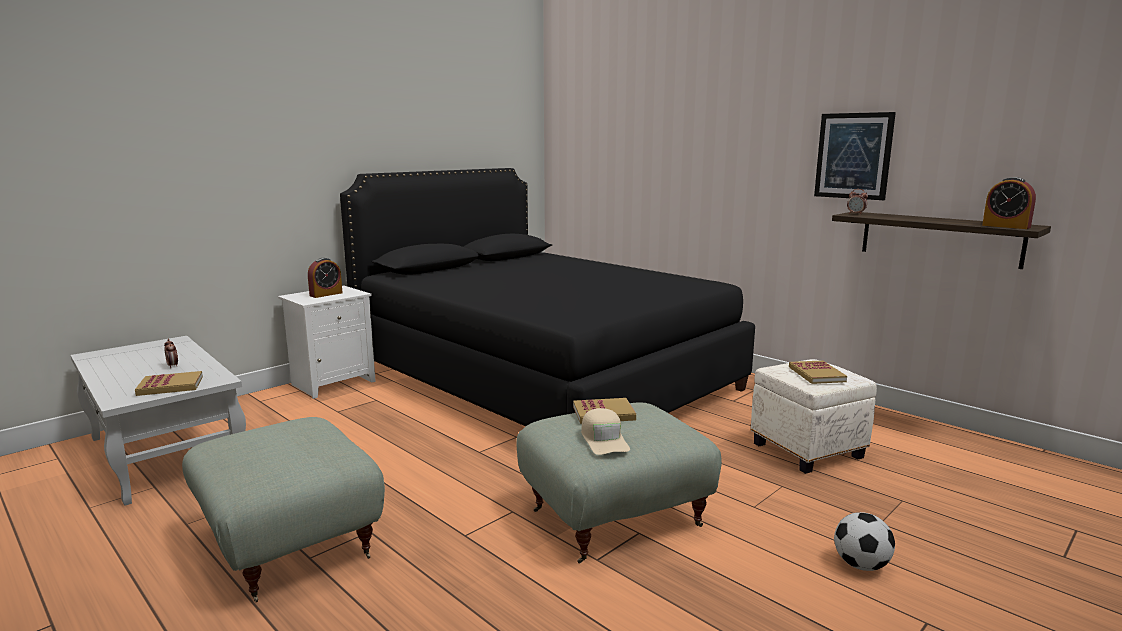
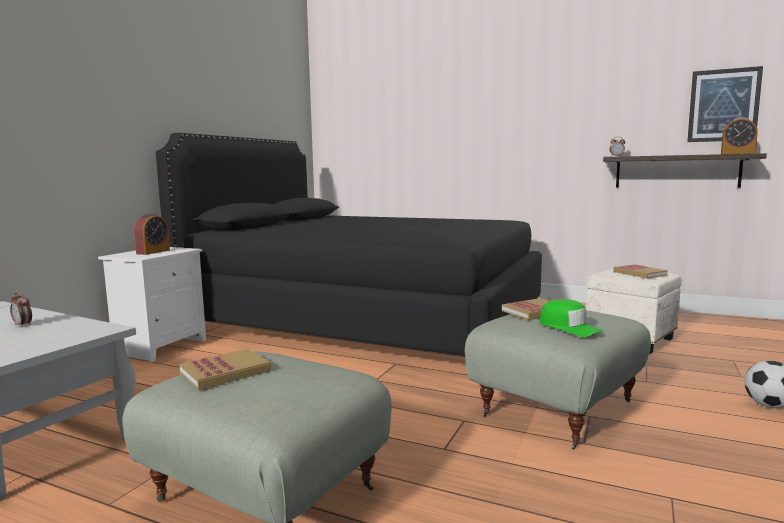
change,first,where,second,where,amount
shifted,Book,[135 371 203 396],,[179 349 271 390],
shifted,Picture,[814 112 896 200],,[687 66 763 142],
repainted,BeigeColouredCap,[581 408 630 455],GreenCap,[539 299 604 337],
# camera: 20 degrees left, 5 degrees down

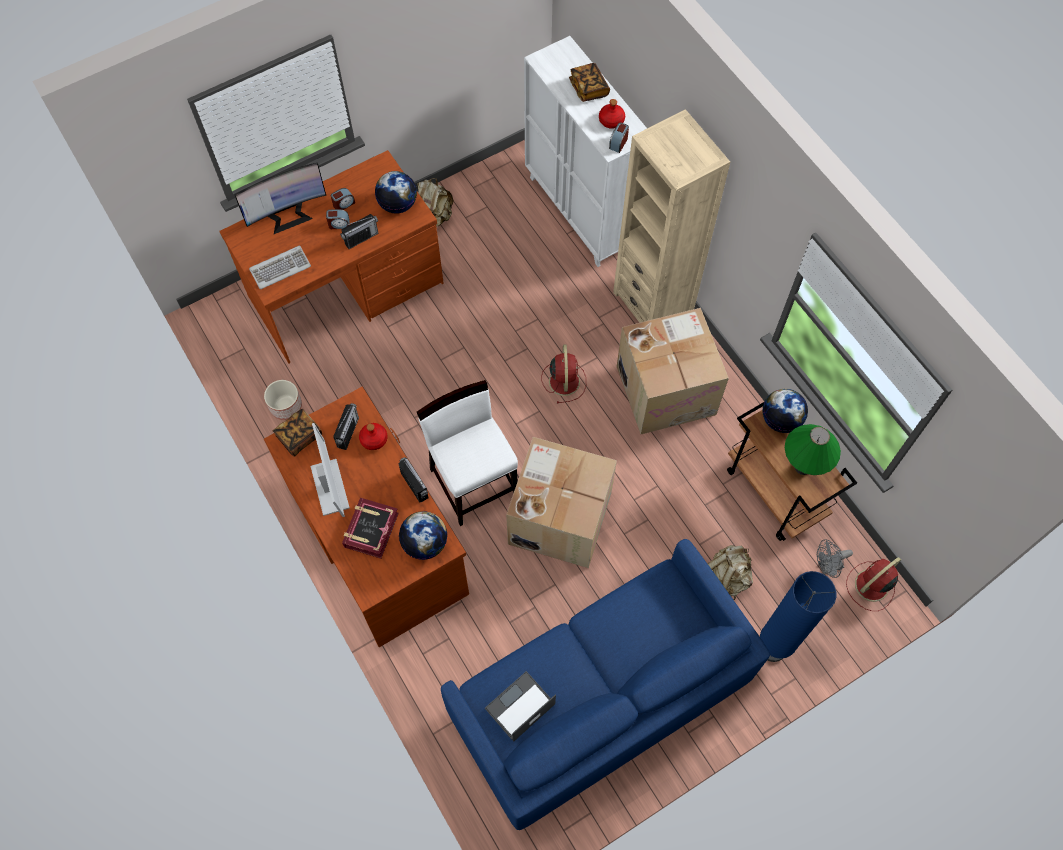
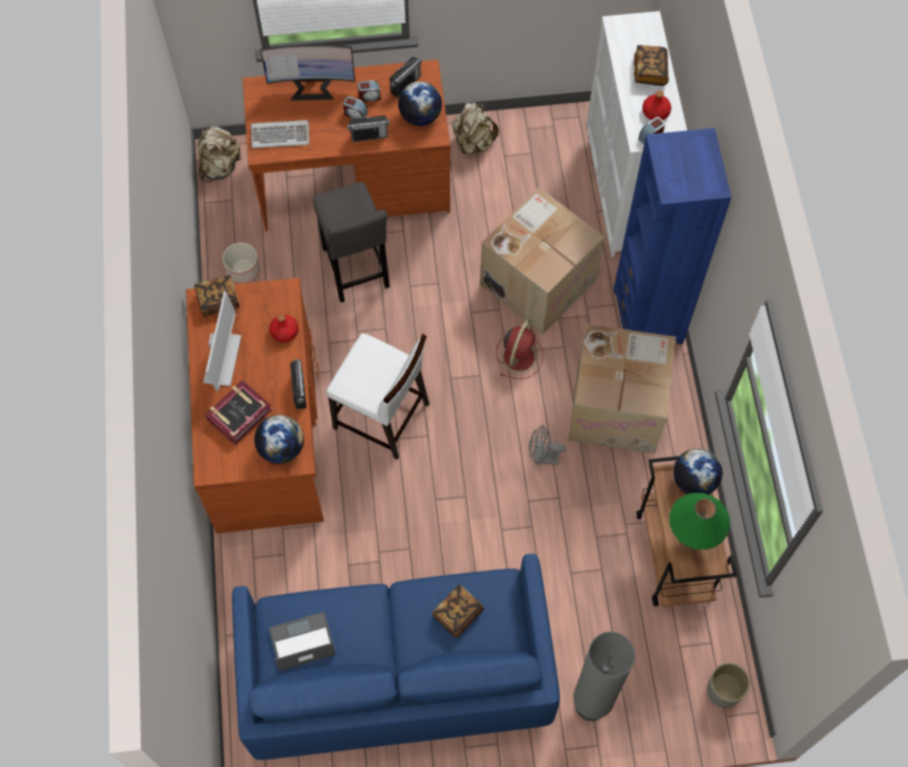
change,first,where,second,where,amount
new,,,GreyishStoolSeat,[313 182 390 303],
new,,,Book,[432 584 484 638],
shifted,Radio,[333 403 359 450],,[390 57 422 98],
shifted,PackingBox,[506 437 617 568],,[480 187 605 334],
shifted,BeigeColouredKnapsack,[708 545 753 600],,[197 126 241 183],
shifted,GreyishFan,[817 539 853 578],,[529 425 566 465],
swapped,RedColouredFan,[846 557 901 611],GreyishFlowerPot,[707 663 750 708],
repainted,BeigeColouredBookcase,[613 109 730 323],BlueBookcase,[614 128 731 344],
repainted,BlueStandingLamp,[760 571 836 662],GreyishStandingLamp,[573 632 635 721],
rotated,WhiteUprightChair,[417 380 518 526],,[326 333 429 460],120 degrees clockwise
# camera: 25 degrees right, 0 degrees up

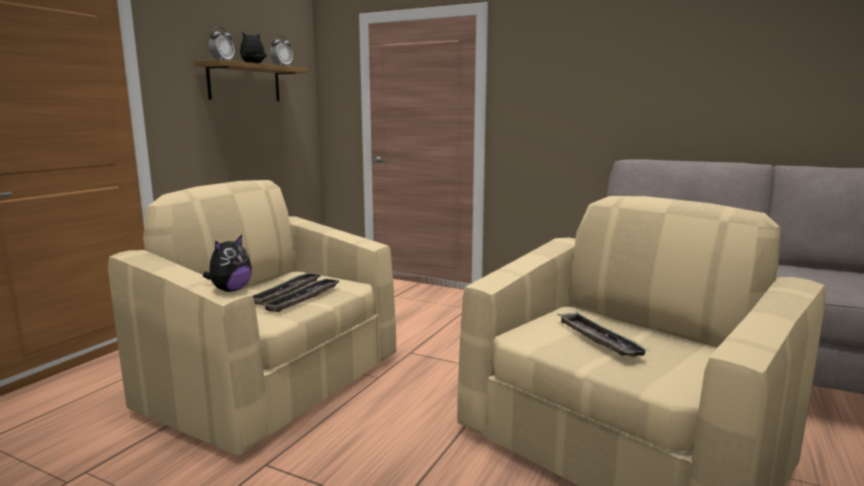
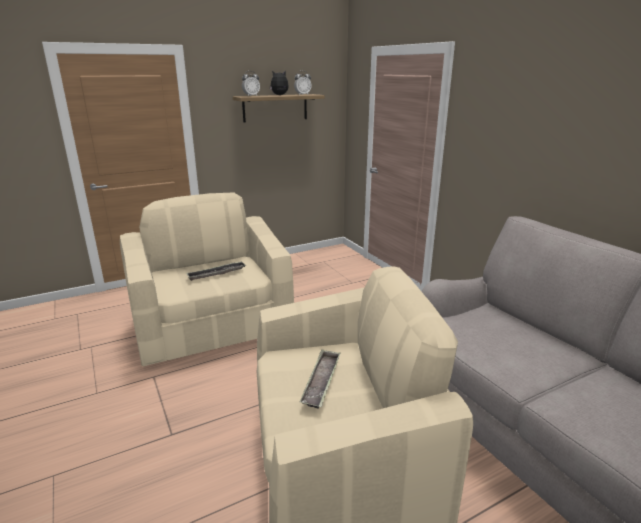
change,first,where,second,where,amount
gone,PlushToy,[203 235 252 292],,,
gone,CarryingTray,[263 278 340 312],,,
# camera: 35 degrees right, 10 degrees up

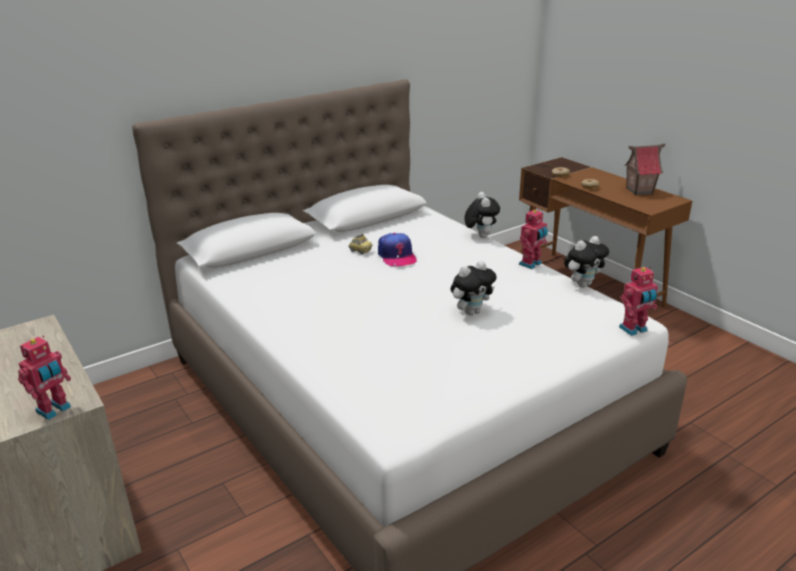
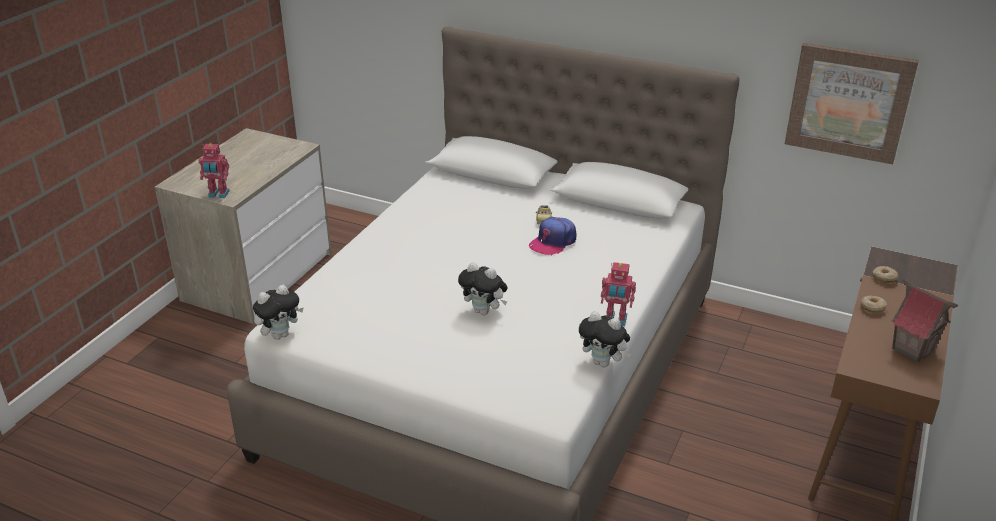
change,first,where,second,where,amount
gone,ModelRobot,[619 267 658 336],,,
new,,,Picture,[785 43 919 164],
shifted,PlushToy,[464 192 500 238],,[253 285 304 340],
# camera: 60 degrees right, 5 degrees up

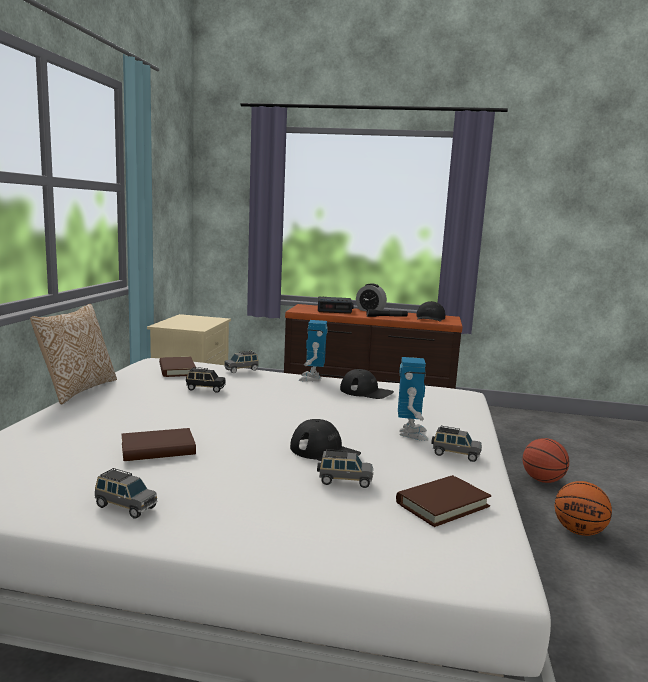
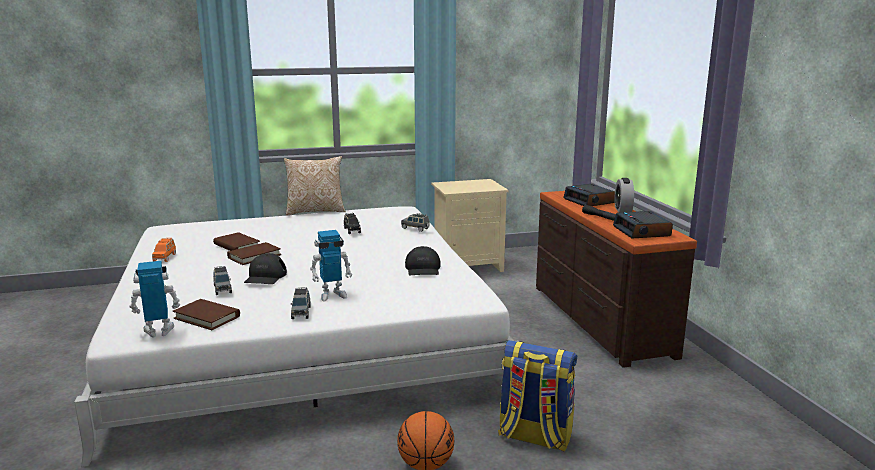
change,first,where,second,where,amount
shifted,BrownColouredBook,[159 357 196 377],,[227 242 281 265],
shifted,ModelRobot,[299 320 328 382],,[129 261 180 338],
swapped,BlackCap,[416 301 445 322],BedsideClock,[613 211 673 238],
swapped,Basketball,[523 438 569 483],Knapsack,[498 340 577 452],
repainted,GreyishModelCar,[95 468 158 519],OrangeyModelCar,[152 238 176 262],
# camera: 65 degrees right, 5 degrees up

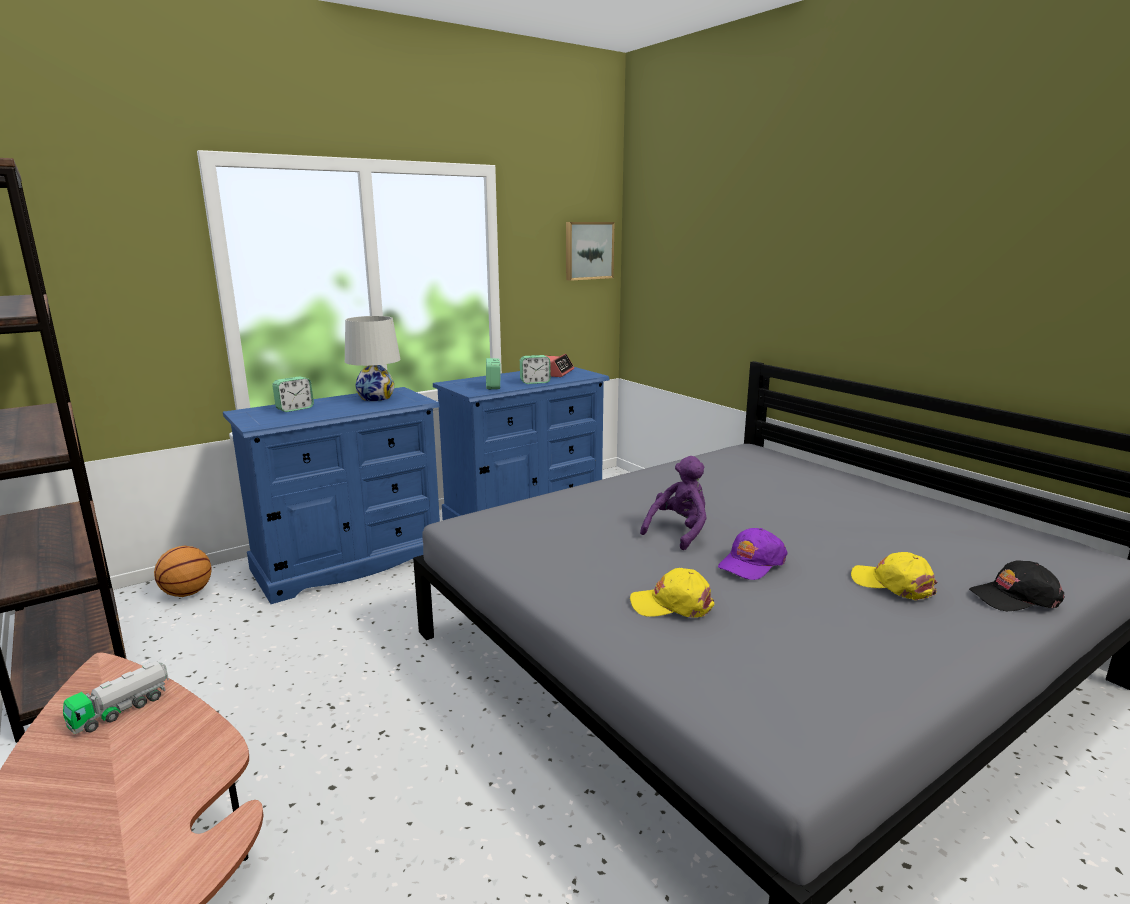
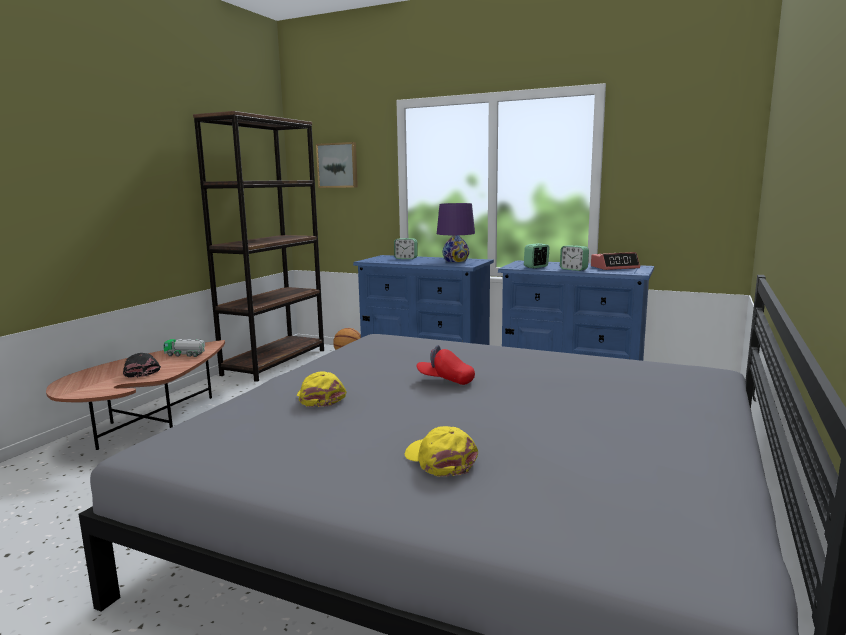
change,first,where,second,where,amount
gone,PurpleColouredCap,[718 528 787 580],,,
shifted,Picture,[566 222 615 281],,[316 142 358 188],
shifted,BlackCap,[969 560 1064 612],,[123 353 161 378],
swapped,PurpleColouredPlushToy,[640 456 707 550],RedColouredCap,[417 345 475 385],
repainted,WhiteTableLamp,[345 316 400 401],PurpleColouredTableLamp,[437 203 475 262],
rotated,YellowCap,[851 552 938 600],,[405 426 478 477],45 degrees counterclockwise
# camera: 60 degrees right, 5 degrees down

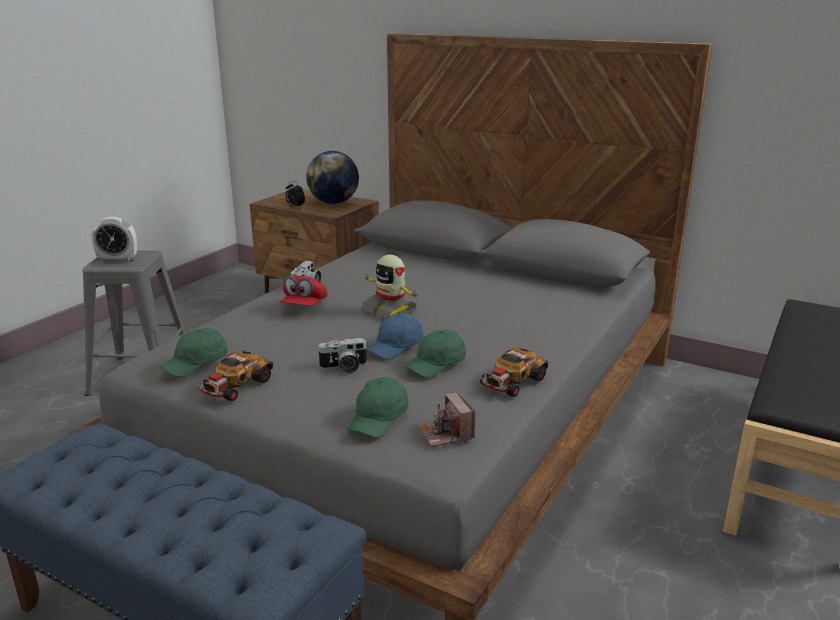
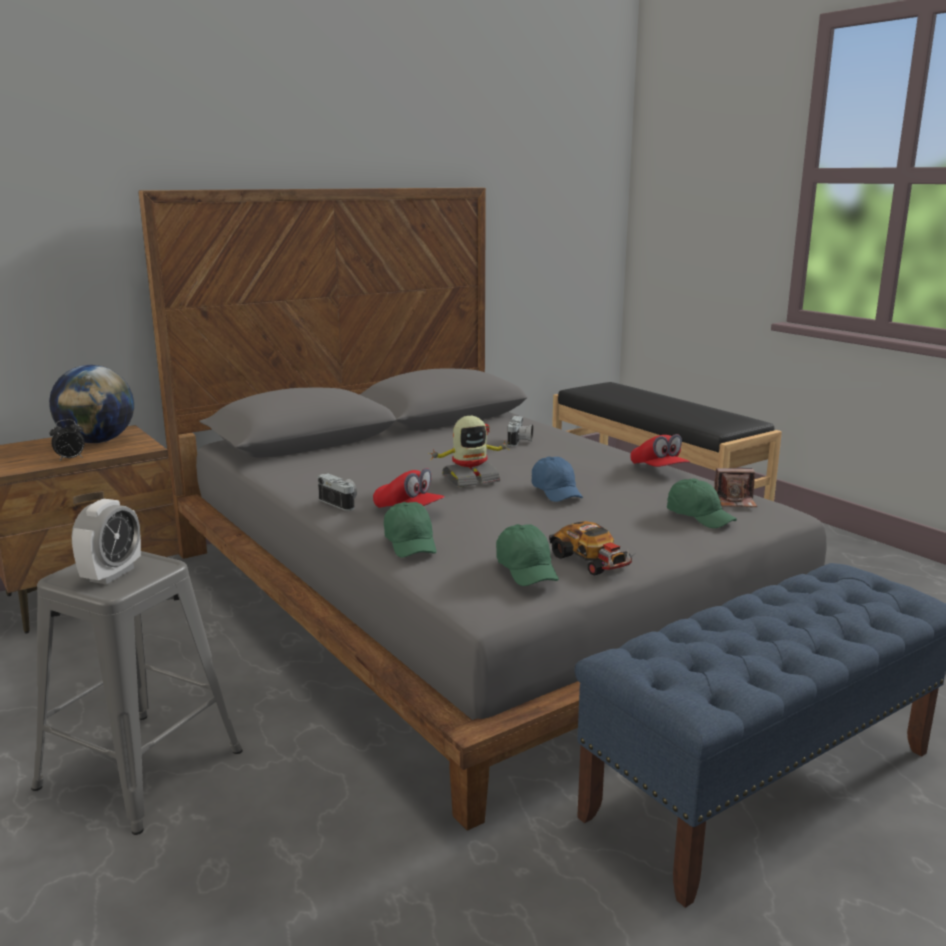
change,first,where,second,where,amount
shifted,PhotoCamera,[317 338 368 374],,[508 416 533 446],
shifted,GreenCap,[404 329 466 378],,[384 502 437 558],
swapped,ModelCar,[479 348 548 397],RedColouredCap,[630 434 690 467],
# camera: 65 degrees left, 5 degrees down

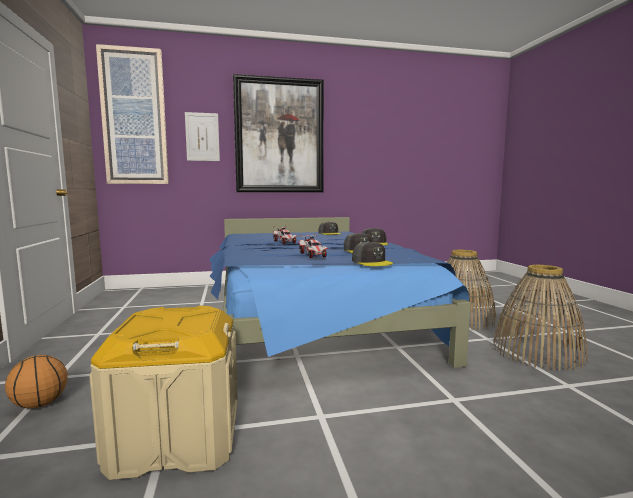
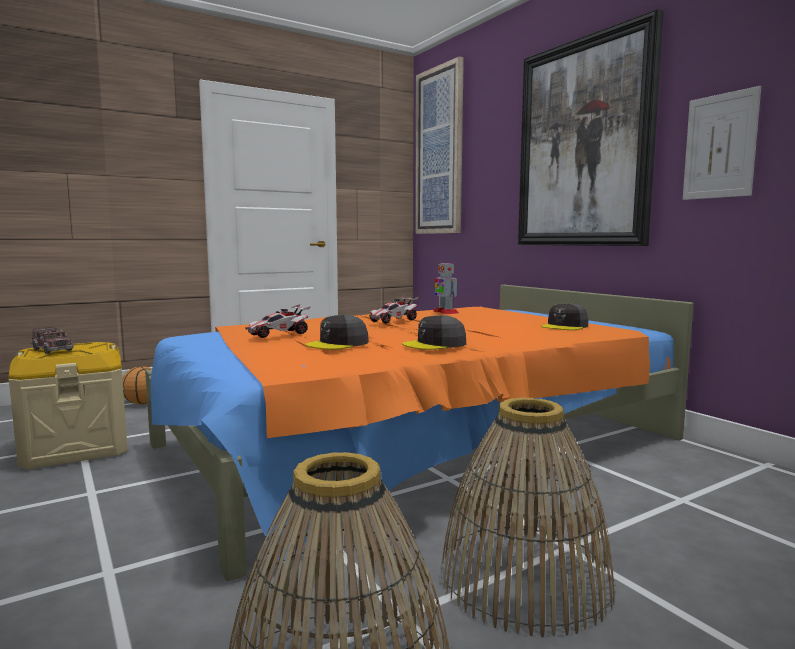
change,first,where,second,where,amount
gone,GreyishCap,[352 242 393 266],,,
new,,,ToyLorry,[30 327 74 354],
new,,,ModelRobot,[433 262 458 314],
shifted,Picture,[185 112 220 161],,[683 86 761 200],
repainted,BlueSleepingBed,[210 217 471 368],OrangeySleepingBed,[145 285 693 582],
# camera: 70 degrees right, 0 degrees up

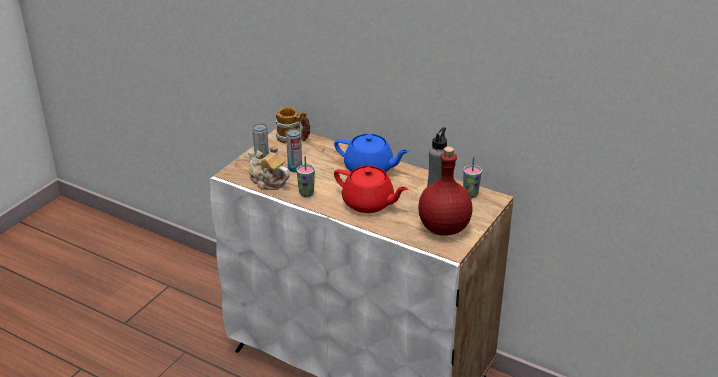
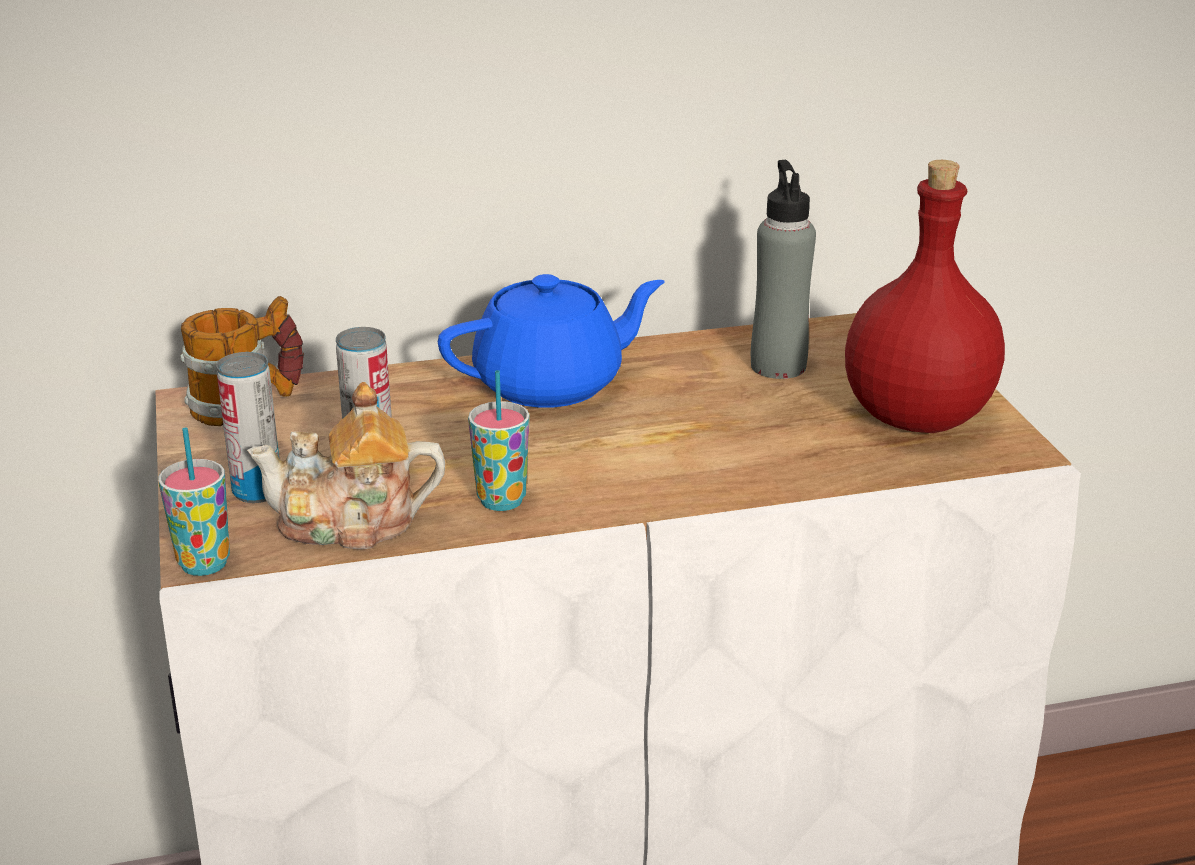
change,first,where,second,where,amount
gone,RedColouredPotForTea,[334 166 408 213],,,
shifted,Cup,[463 157 482 198],,[158 427 230 576],
# camera: 45 degrees left, 5 degrees down

